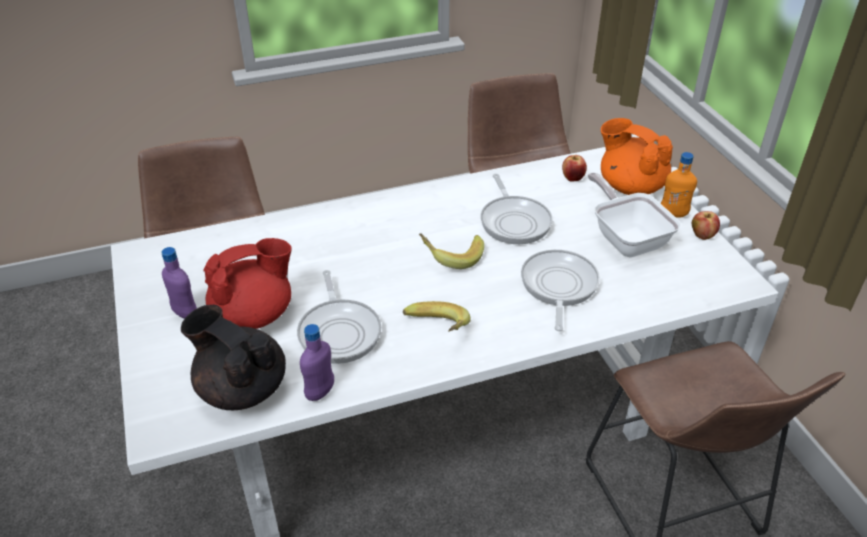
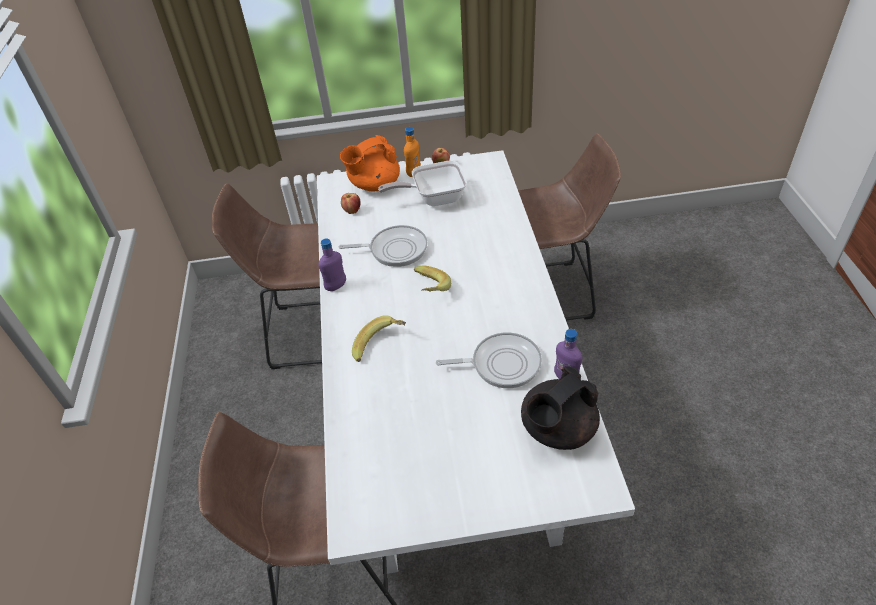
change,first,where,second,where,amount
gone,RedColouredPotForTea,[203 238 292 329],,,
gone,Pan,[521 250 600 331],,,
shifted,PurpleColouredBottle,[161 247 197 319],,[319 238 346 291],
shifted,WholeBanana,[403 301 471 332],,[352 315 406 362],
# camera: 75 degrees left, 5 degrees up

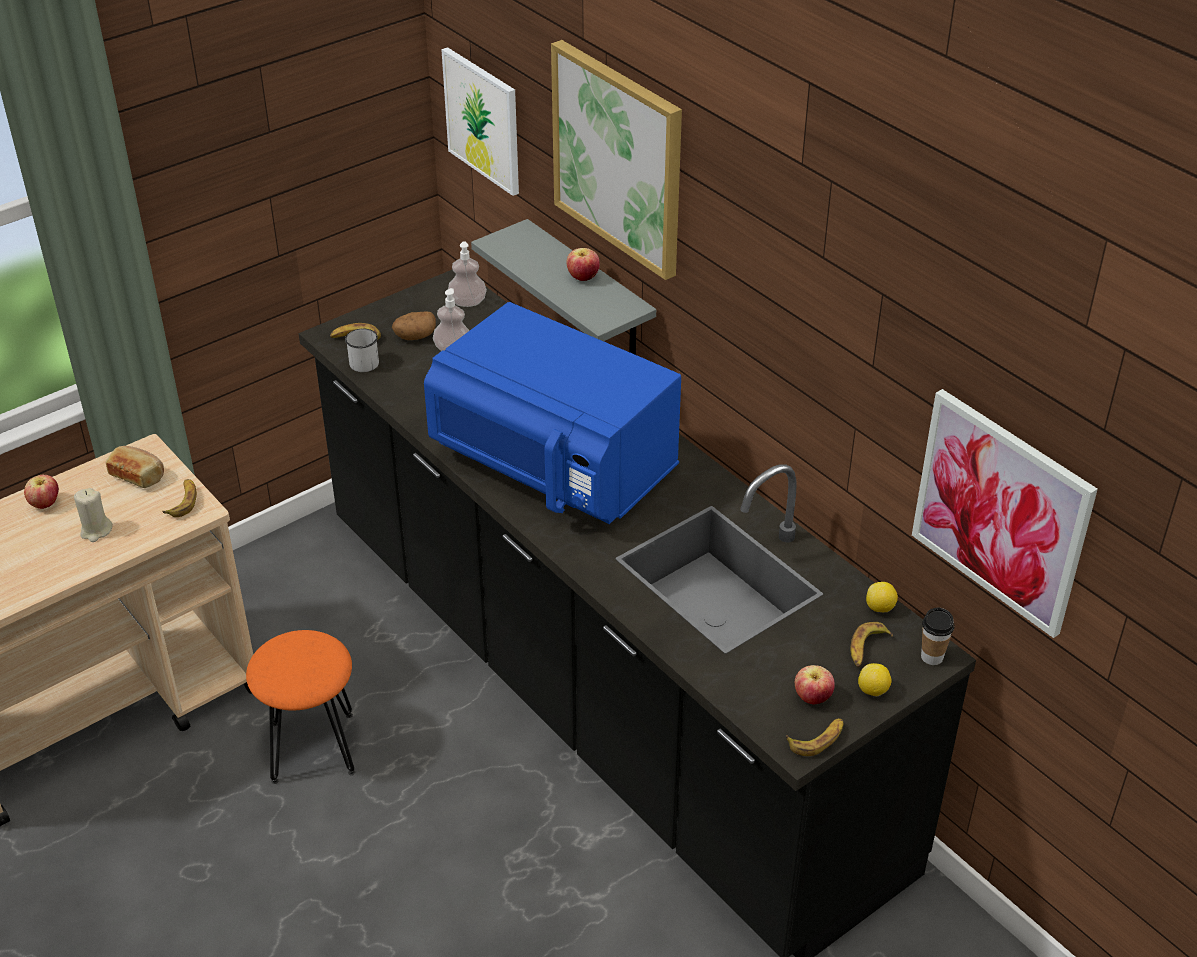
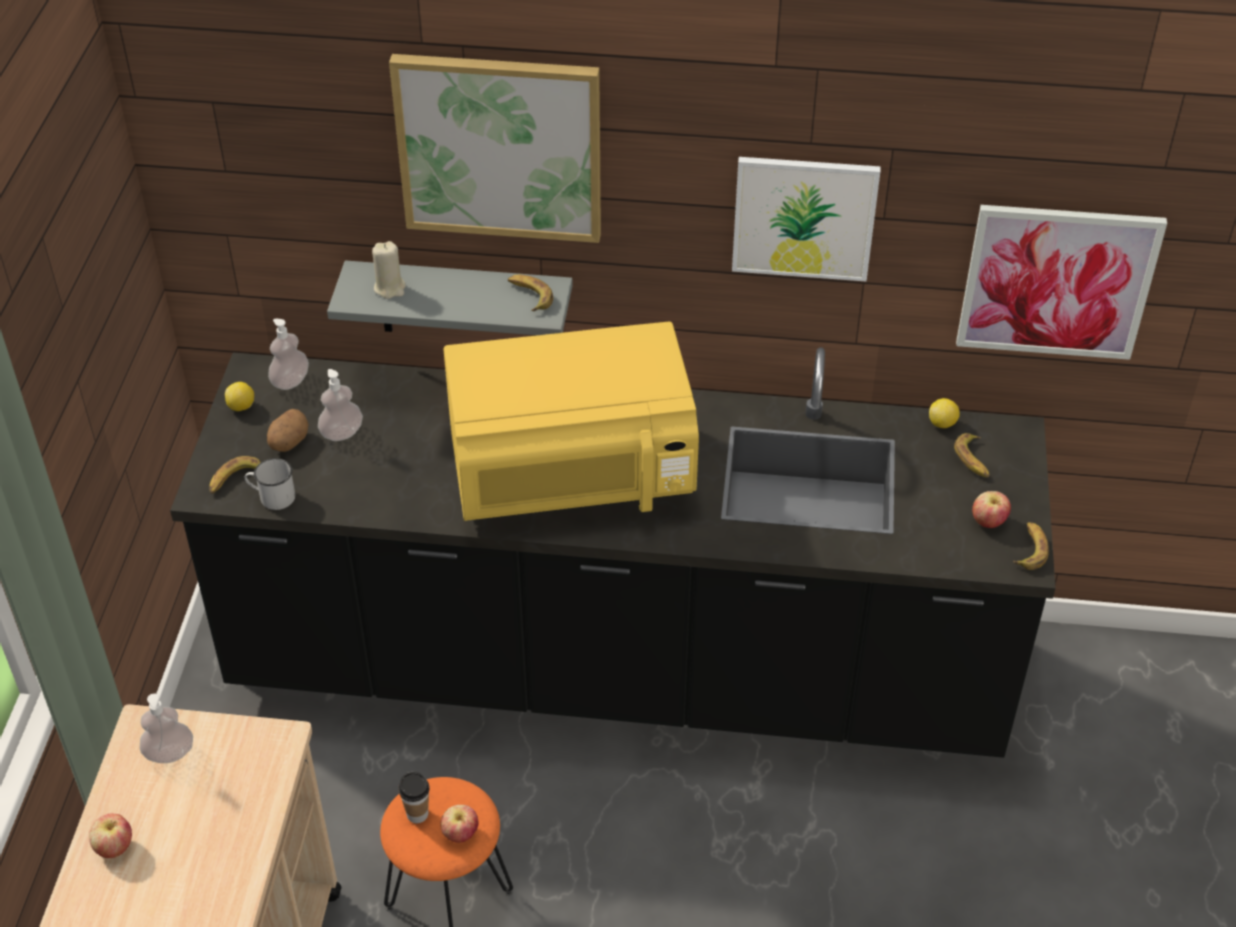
change,first,where,second,where,amount
shifted,BeigeColouredWaxCandle,[74 488 113 542],,[372 241 406 299],
shifted,WholeBanana,[162 479 197 517],,[508 275 553 311],
shifted,Picture,[441 47 519 196],,[732 157 881 281],
shifted,WholeApple,[567 248 600 281],,[440 805 479 843],
shifted,WholeLemon,[858 663 892 696],,[225 382 254 411],
shifted,Cup,[921 607 954 665],,[398 772 430 823],
swapped,BakedBread,[106 446 164 488],SoapDispenser,[140 694 193 763],
repainted,BlueMicrowave,[424 302 681 524],YellowMicrowave,[443 322 699 521],
# camera: 45 degrees left, 5 degrees up

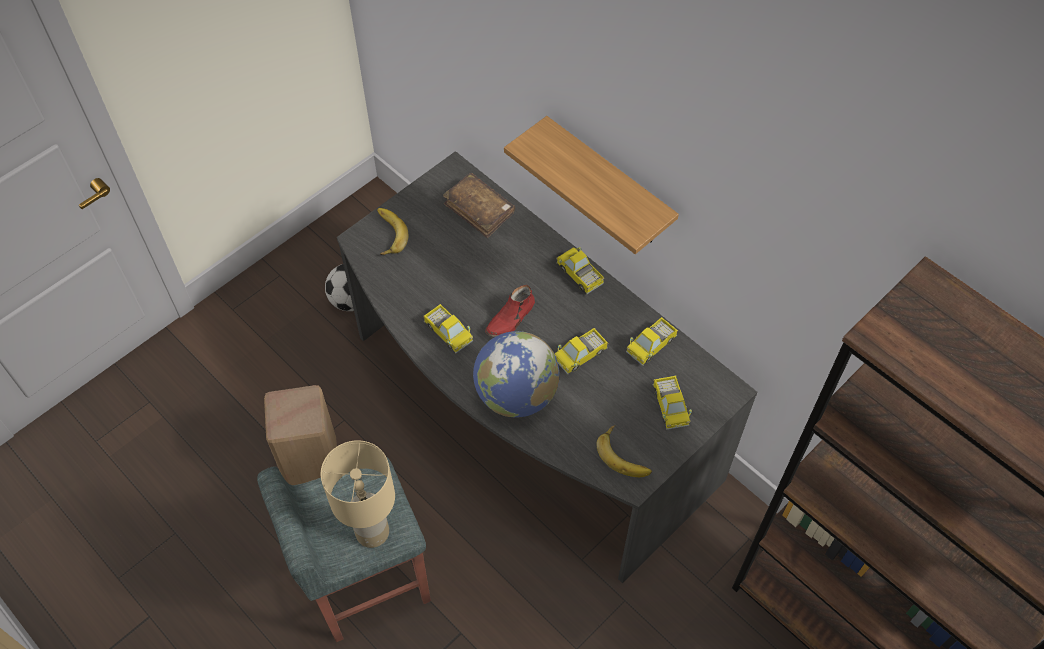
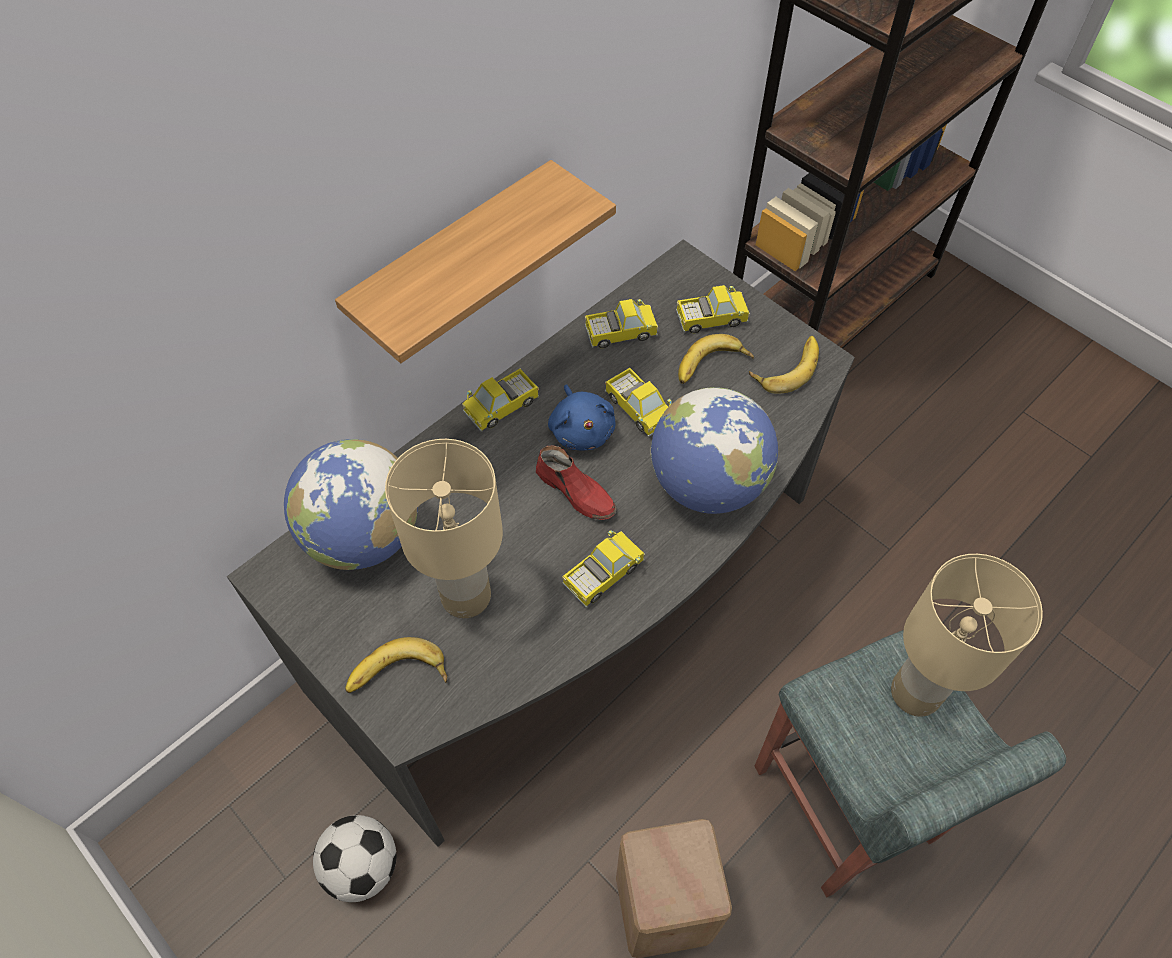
change,first,where,second,where,amount
new,,,BeigeColouredTableLamp,[385 439 503 618],
new,,,BluePlushToy,[548 385 615 451],
new,,,WholeBanana,[678 334 754 384],
swapped,BrownColouredBook,[443 173 515 238],WorldGlobe,[284 439 418 570],
rotated,ToyLorry,[626 317 678 366],,[585 299 658 348],60 degrees counterclockwise
# camera: 90 degrees left, 0 degrees up

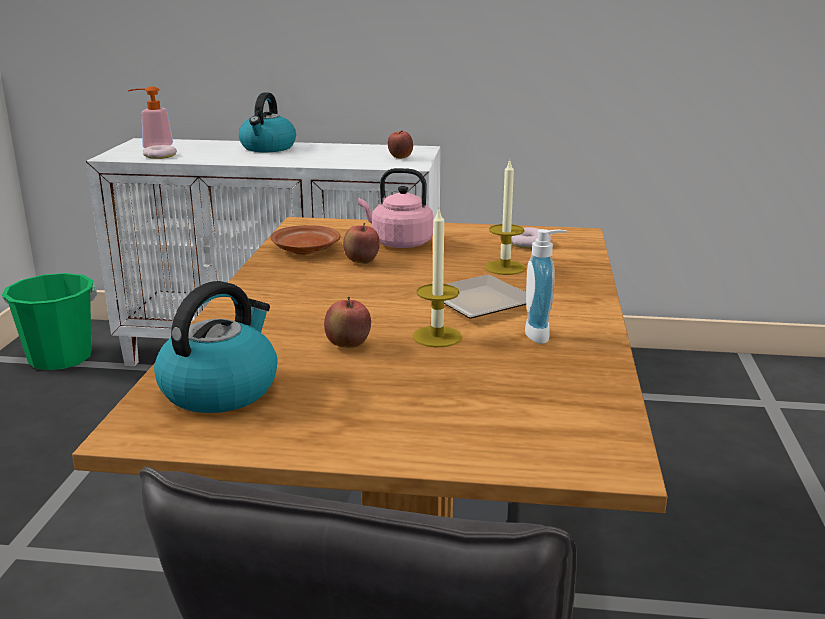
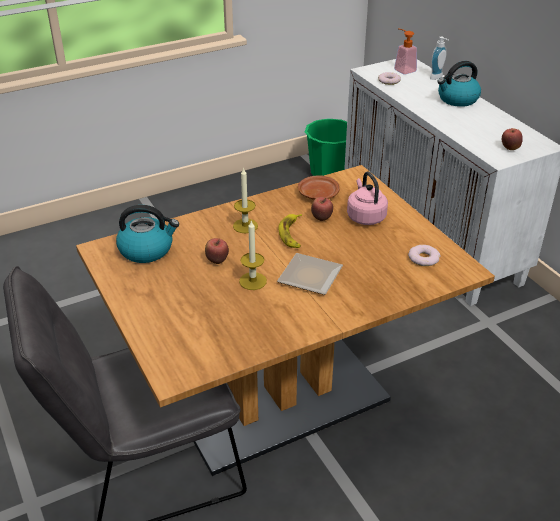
change,first,where,second,where,amount
new,,,WholeBanana,[279 214 302 248],
shifted,WaxCandle,[485 159 526 275],,[233 167 258 233],
shifted,SoapDispenser,[525 229 567 344],,[430 37 449 80],
# camera: 55 degrees right, 15 degrees up

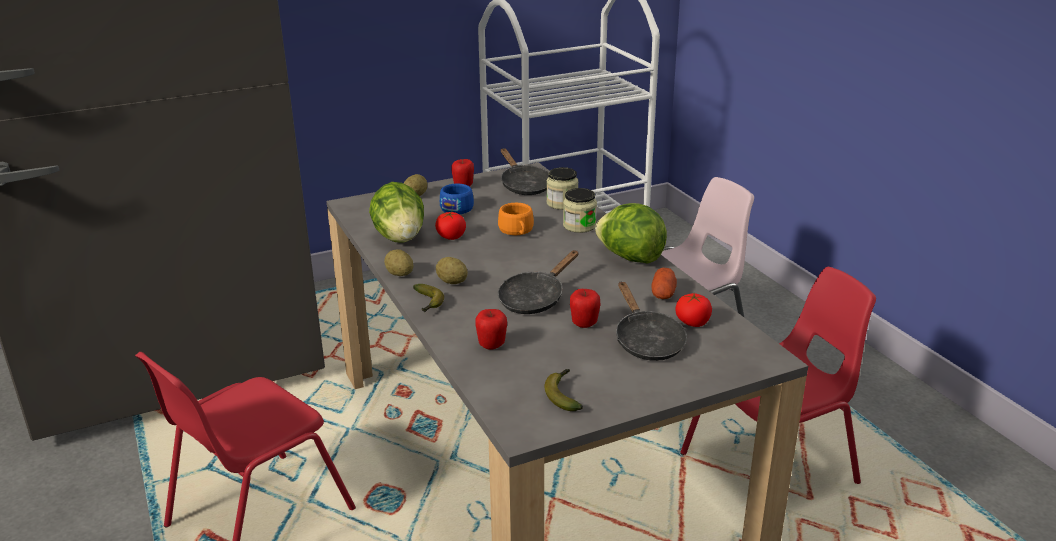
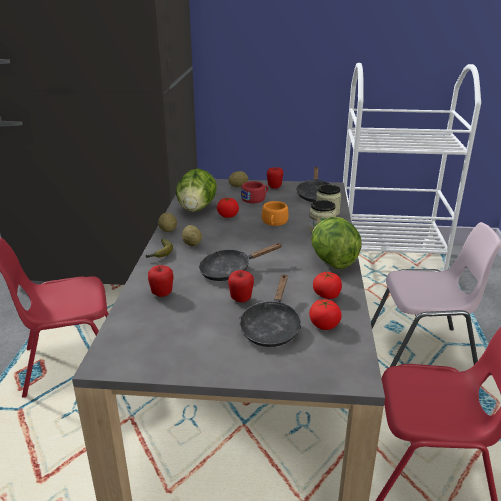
change,first,where,second,where,amount
gone,WholeBanana,[545 369 583 411],,,
swapped,WholePotato,[651 268 677 299],Tomato,[313 272 342 299],
repainted,BlueCup,[440 184 474 214],RedColouredCup,[241 181 268 203],
# camera: 30 degrees right, 0 degrees up

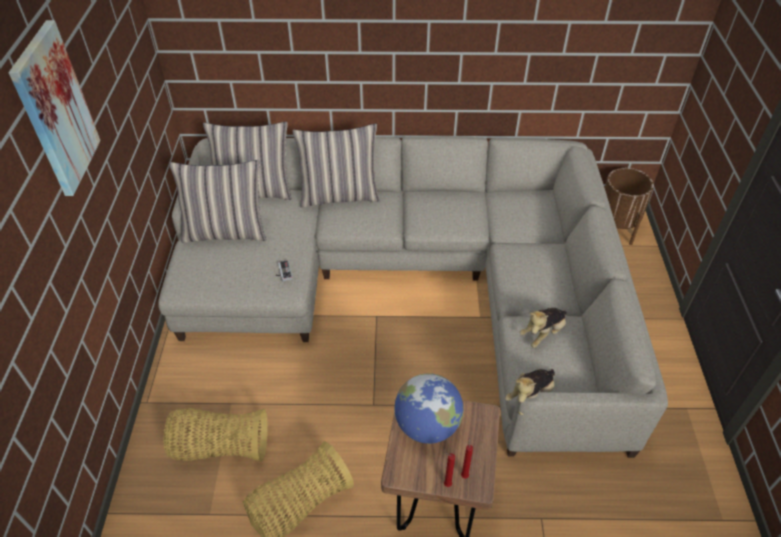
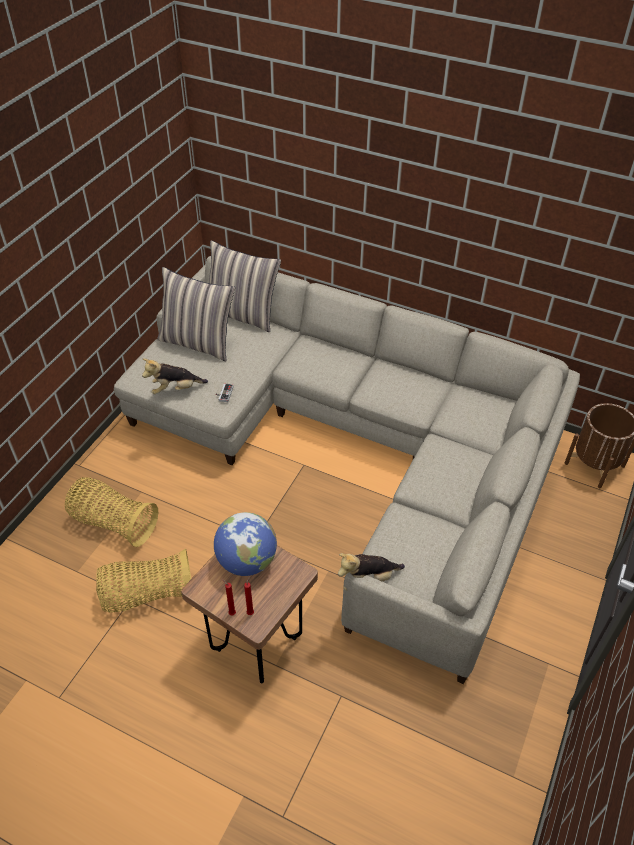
change,first,where,second,where,amount
gone,Picture,[8 20 101 196],,,
gone,ThrowPillow,[292 124 380 208],,,
shifted,PlushToy,[519 308 567 348],,[142 358 208 394],
# camera: 25 degrees right, 0 degrees up

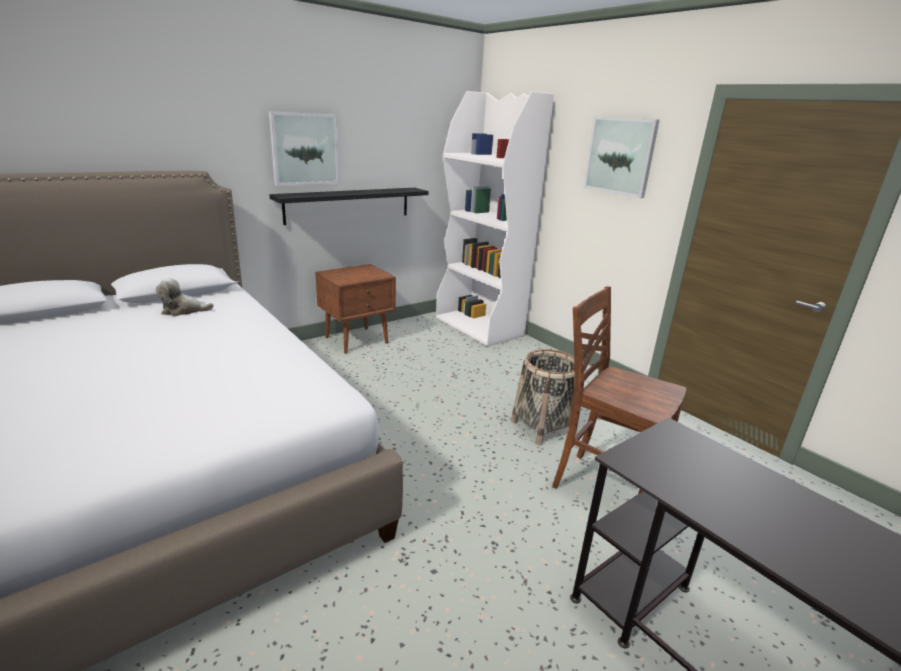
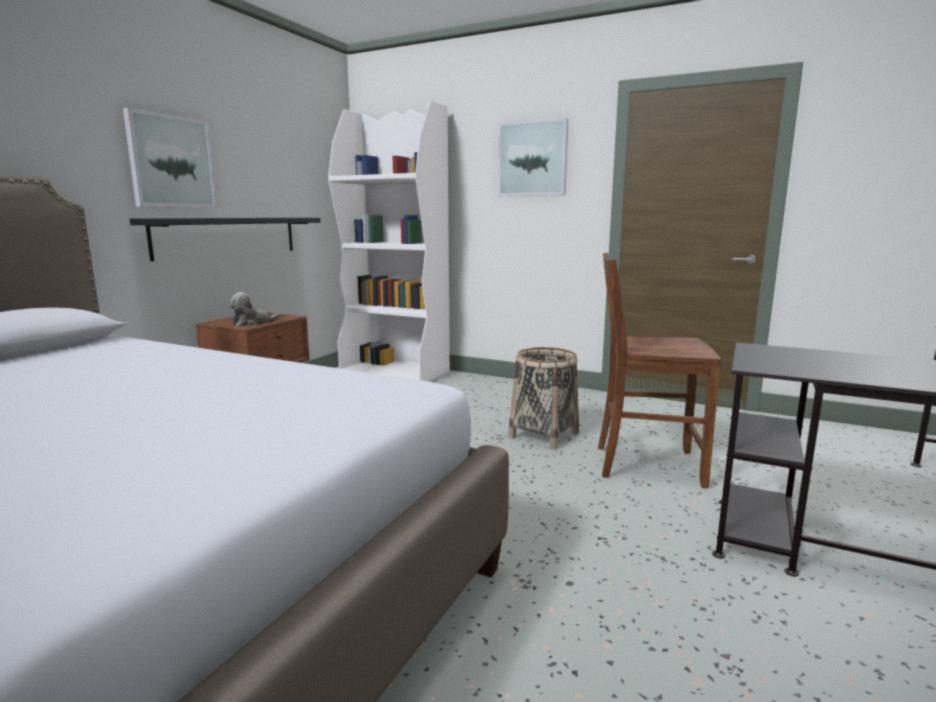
change,first,where,second,where,amount
shifted,PlushToy,[156 278 214 316],,[228 292 280 327],
# camera: 25 degrees left, 10 degrees down

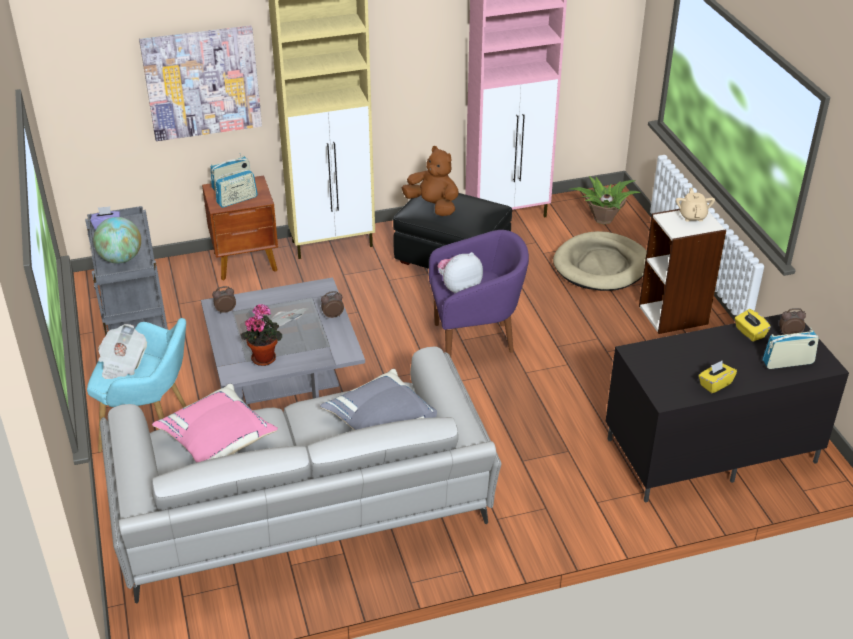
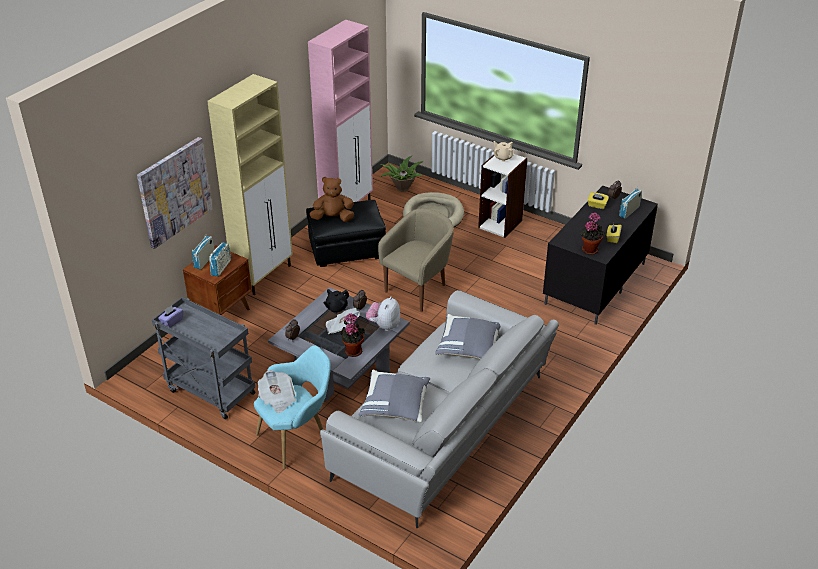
change,first,where,second,where,amount
gone,WorldGlobe,[93 217 141 264],,,
new,,,BlackPotForTea,[323 289 349 314],
new,,,PlantInAPot,[580 213 606 255],
shifted,PlushToy,[438 252 483 293],,[366 297 400 331],
repainted,PinkThrowPillow,[152 383 278 463],GreyishThrowPillow,[359 370 430 423],
repainted,PurpleColouredArmchair,[429 230 529 357],BeigeColouredArmchair,[378 209 454 312],
# camera: 40 degrees left, 0 degrees up

